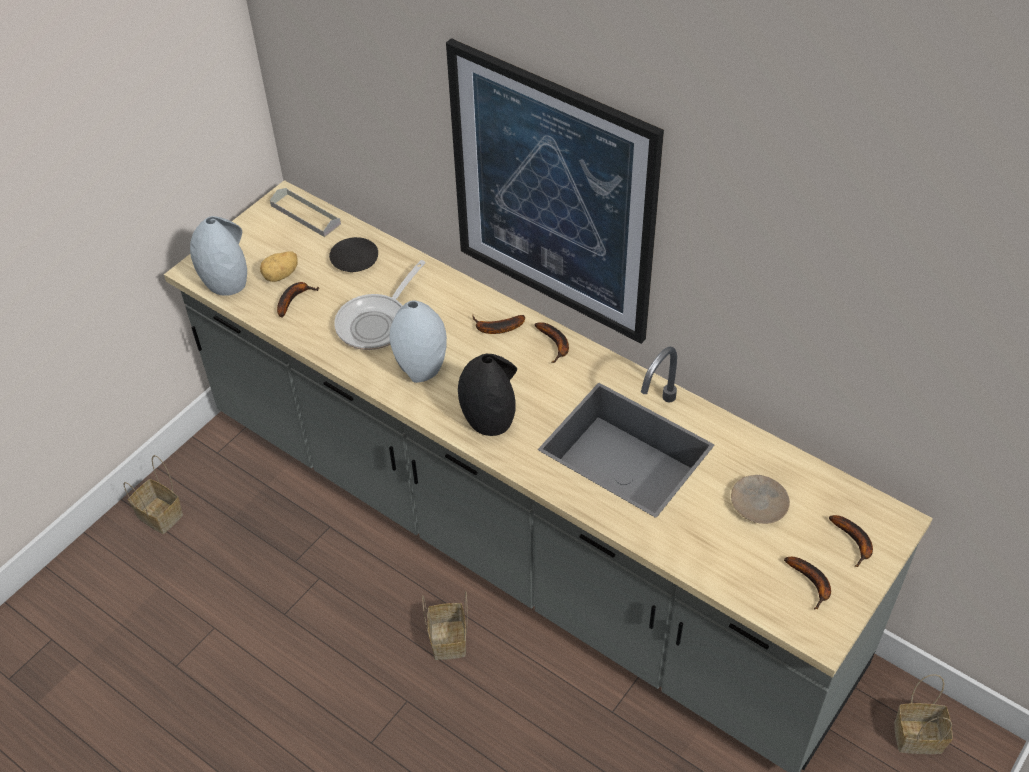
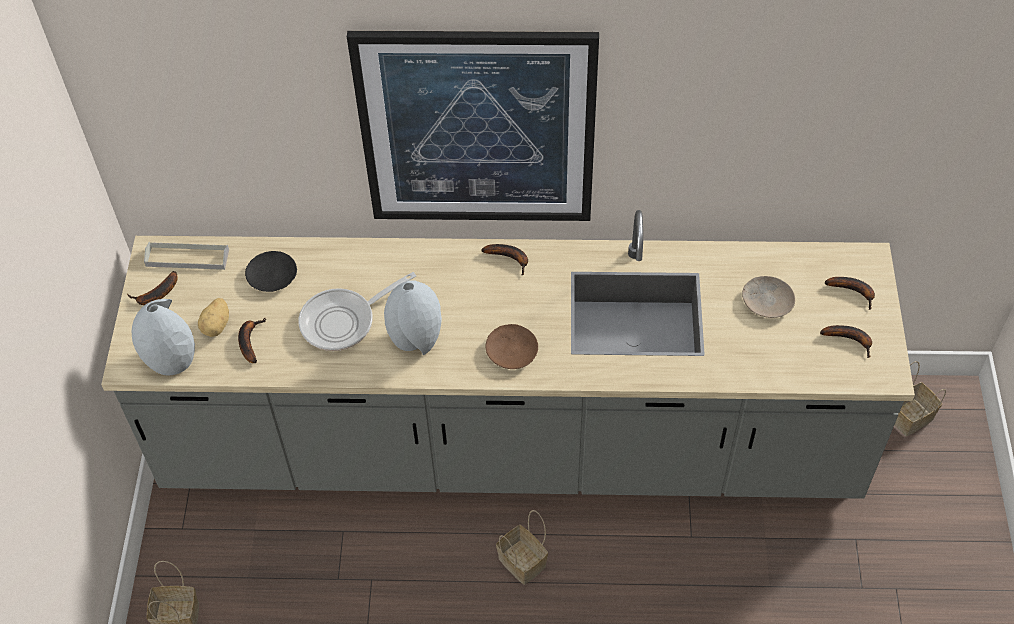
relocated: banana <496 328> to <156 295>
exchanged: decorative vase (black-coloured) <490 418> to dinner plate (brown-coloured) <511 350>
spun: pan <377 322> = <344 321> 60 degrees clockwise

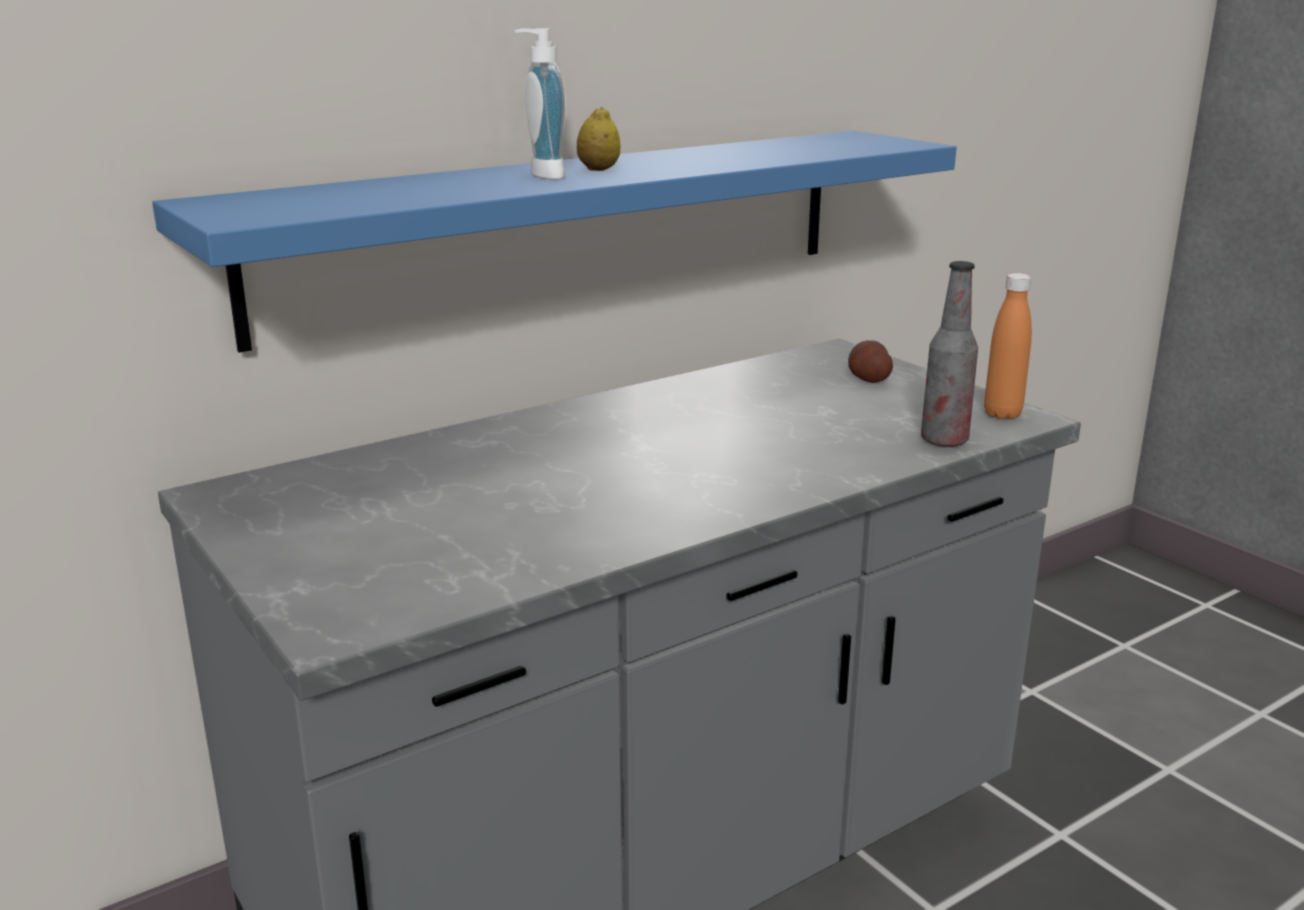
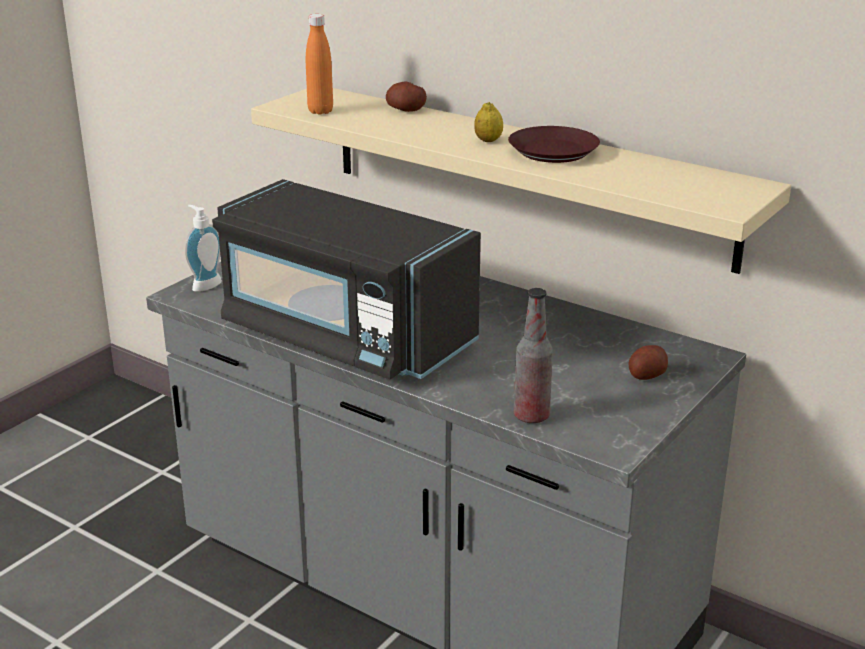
appeared: microwave (black-coloured) <344 336>; spud <406 110>; dinner plate (brown-coloured) <552 151>
relocated: soap bottle <541 176> to <204 284>; drink bottle (orangey) <1002 414> to <320 111>
colour: shelf (bluish) <566 228> to shelf (beige-coloured) <525 173>

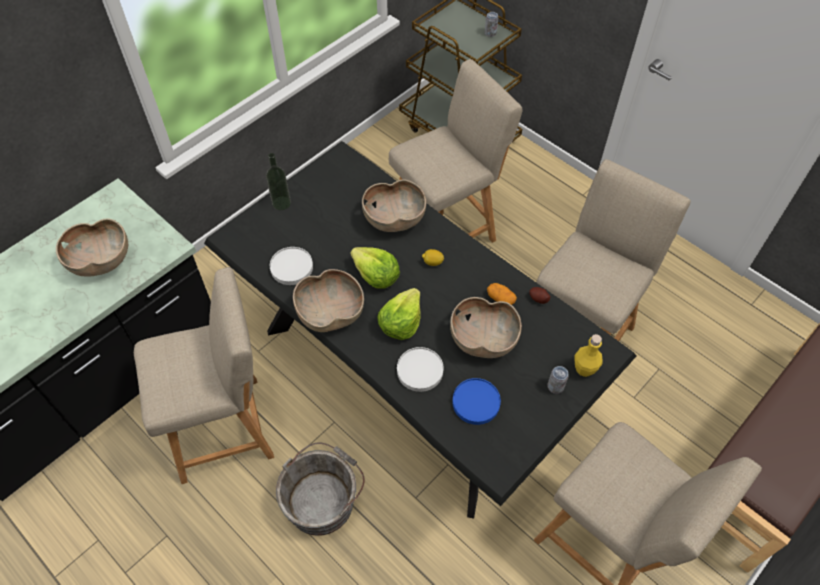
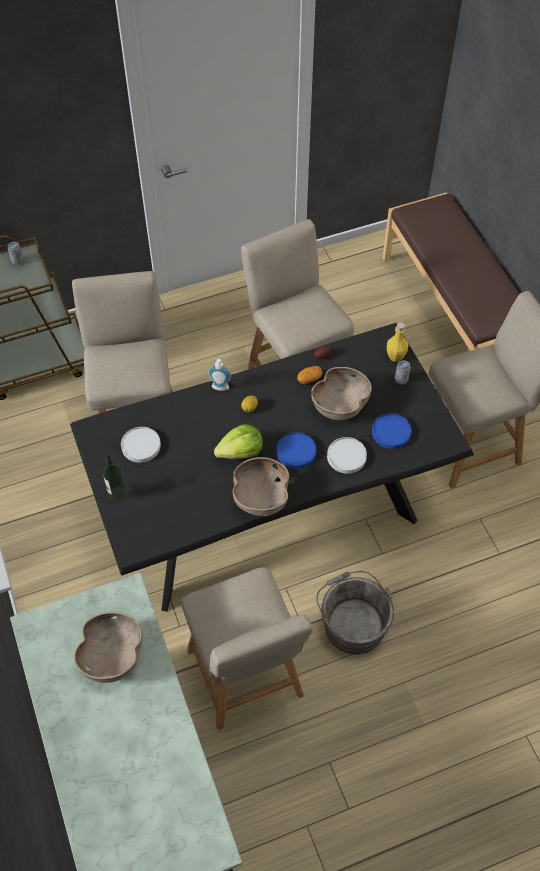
missing: bowl (brown-coloured) <394 219>
appeared: soap bottle <220 388>
relocated: dinner plate (whitish) <291 267> to <140 446>
exchanged: lettuce head <401 322> to dinner plate (bluish) <296 452>
spun: plain chair (beige-coloured) <227 427> = <247 678> 150 degrees clockwise

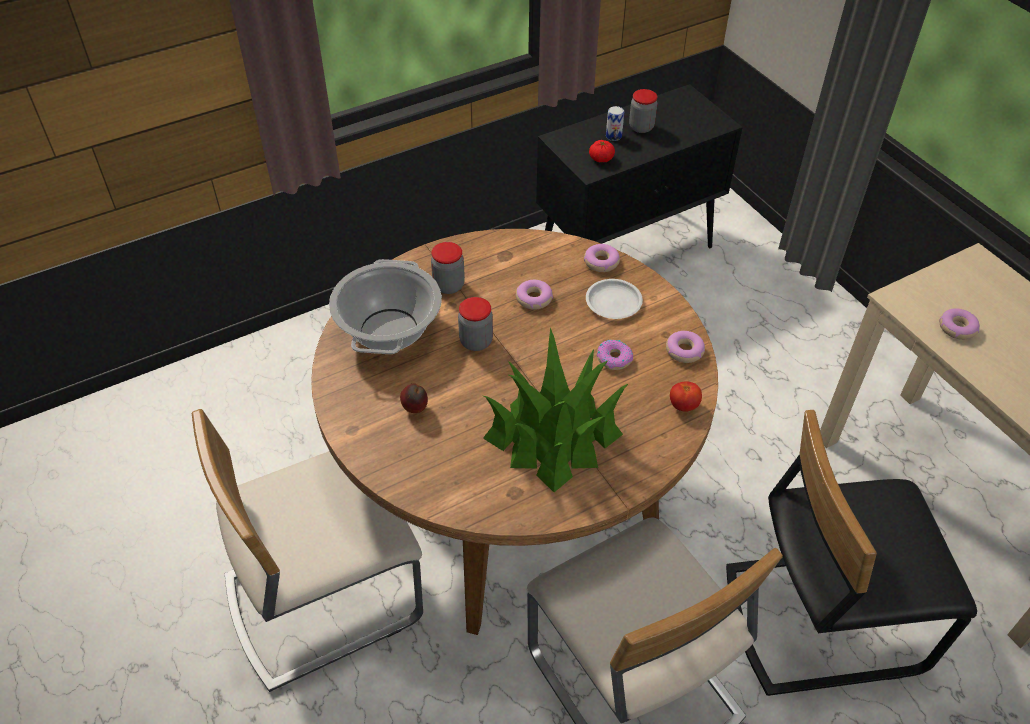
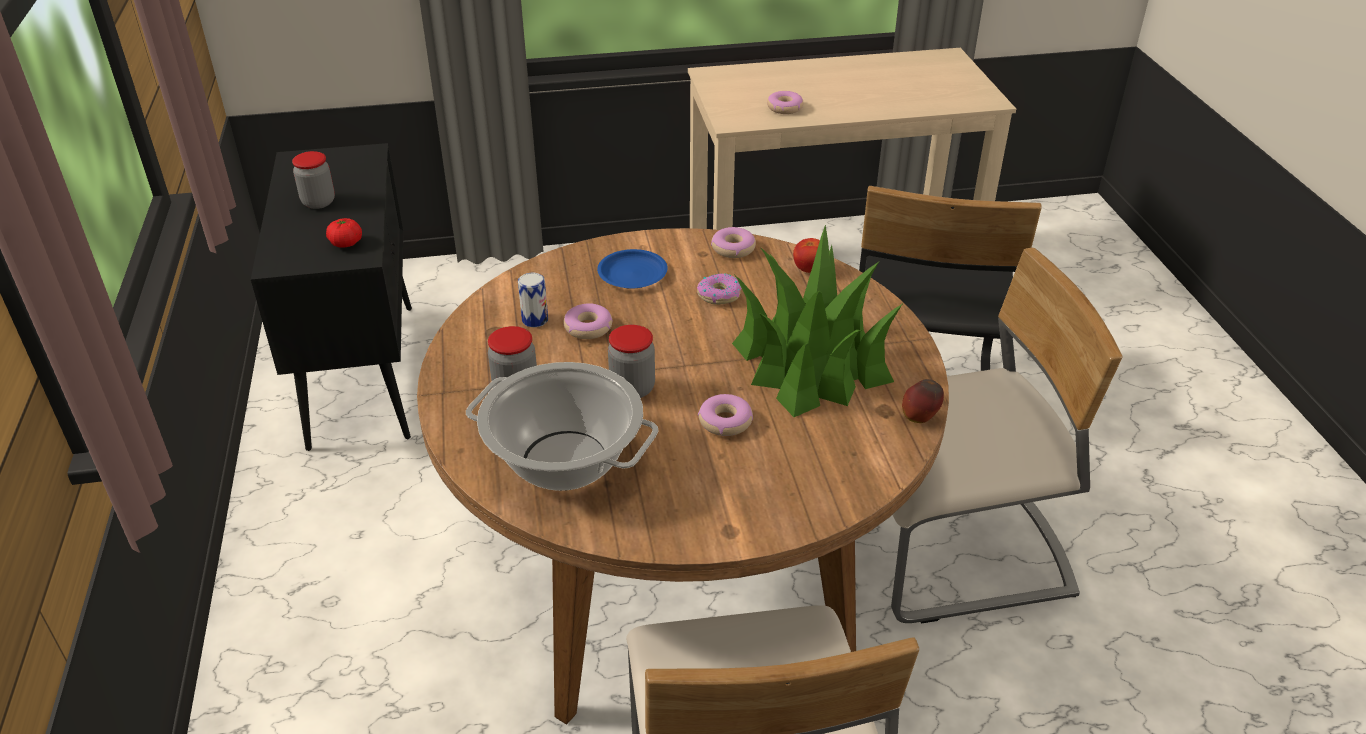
relocated: metal can <613 136> to <535 320>; ring doughnut <601 262> to <725 421>; whole apple <415 409> to <920 418>
colour: dinner plate (whitish) <613 302> to dinner plate (bluish) <633 274>

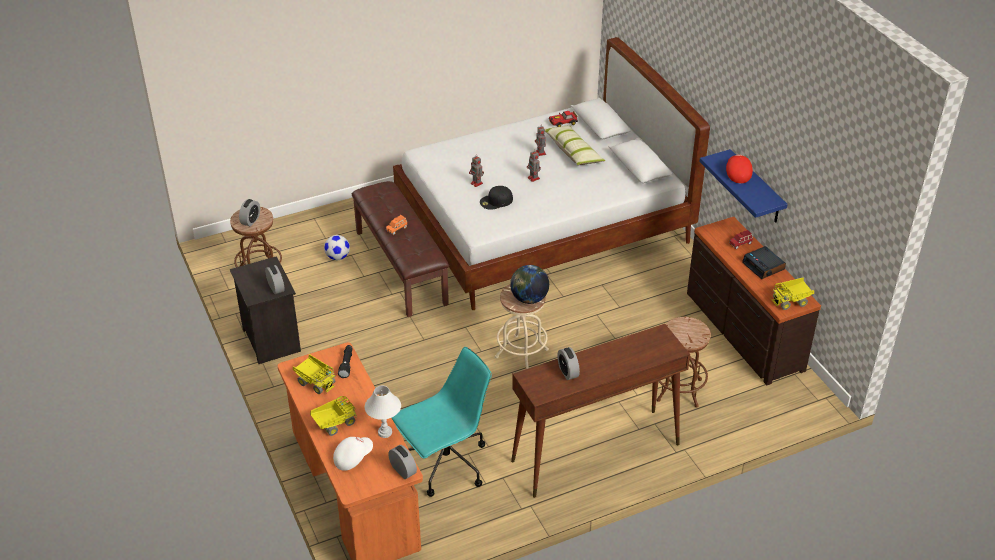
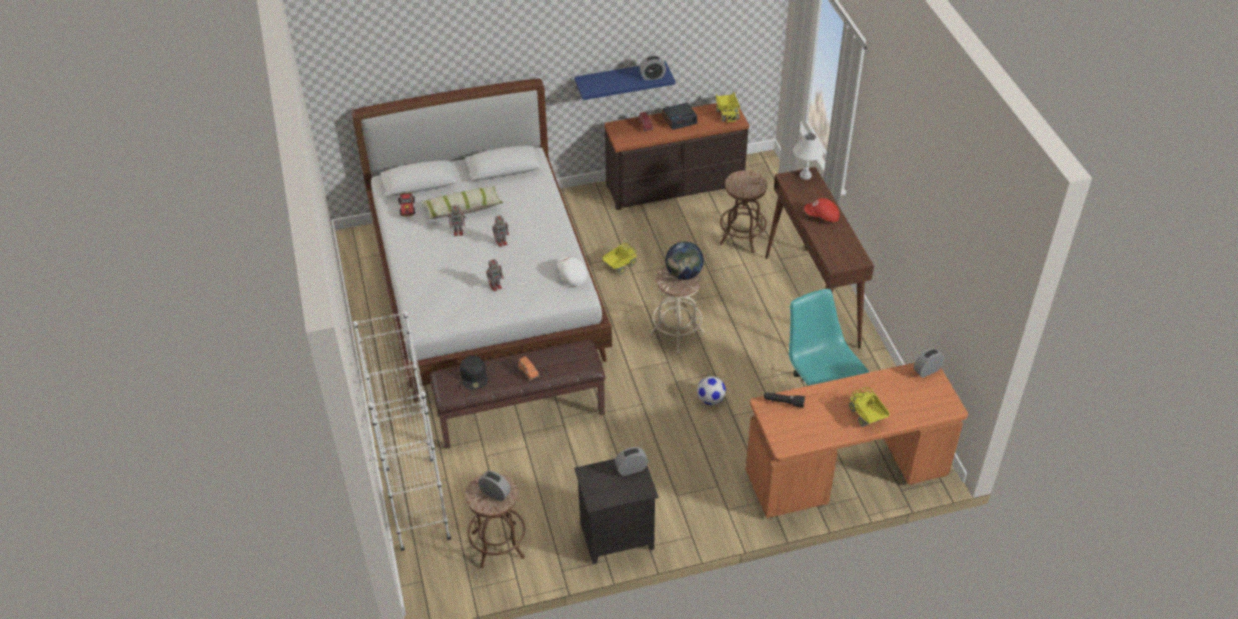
appeared: bookshelf (whitish) <417 504>
relocated: baseball cap (black-coloured) <496 201> to <474 375>; baseball cap (whitish) <352 457> to <571 275>; toy truck <316 382> to <620 265>; table clock <568 372> to <652 76>; ball for football <338 257> to <710 400>; table lamp (whitish) <384 432> to <805 176>; baseball cap (red) <737 173> to <822 216>

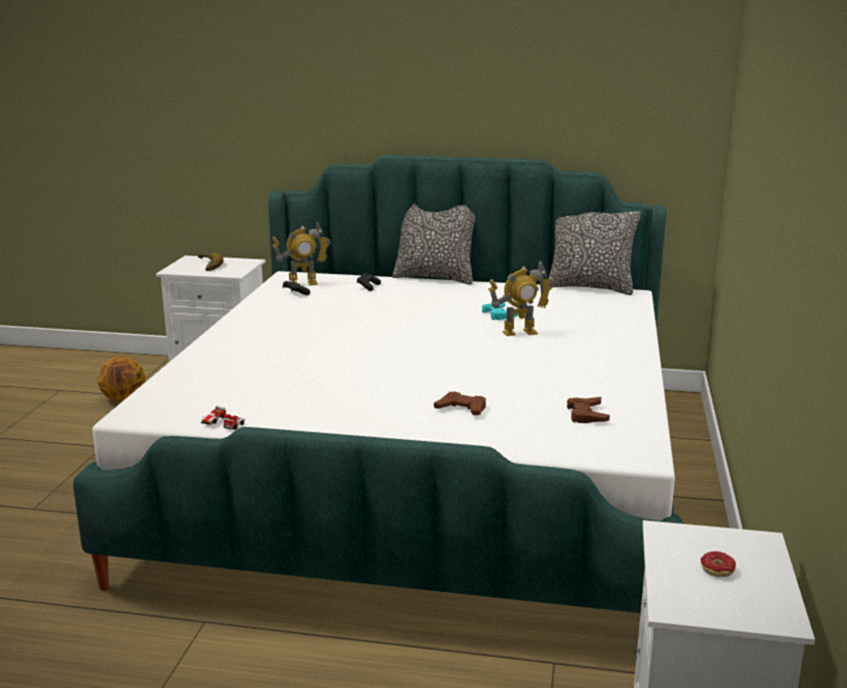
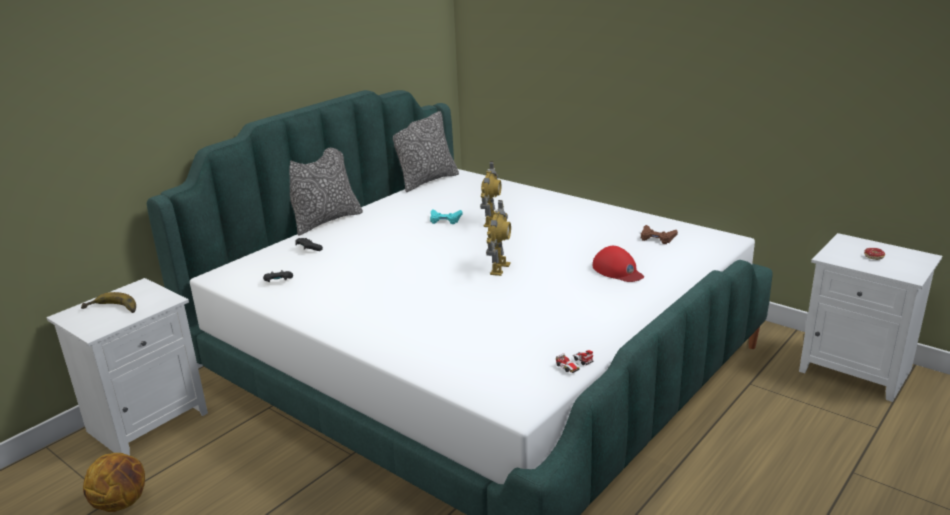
relocated: robot figure <303 283> to <499 268>
exchanged: gamepad (brown-coloured) <461 409> to baseball cap (red) <618 271>

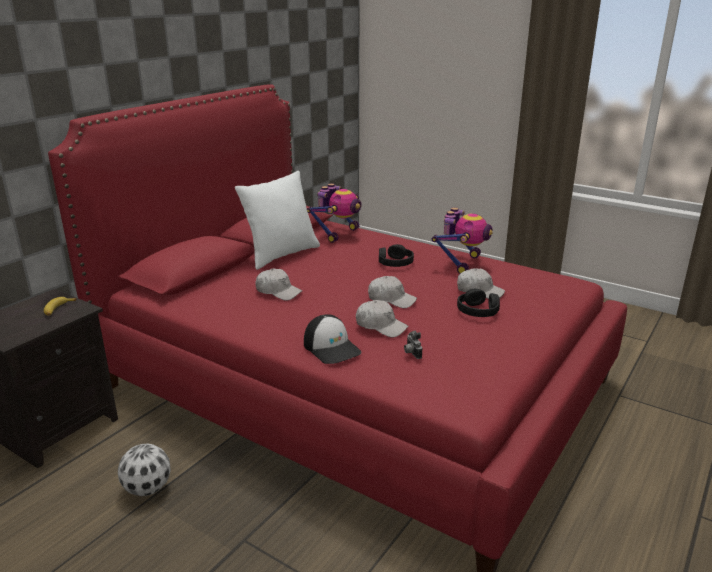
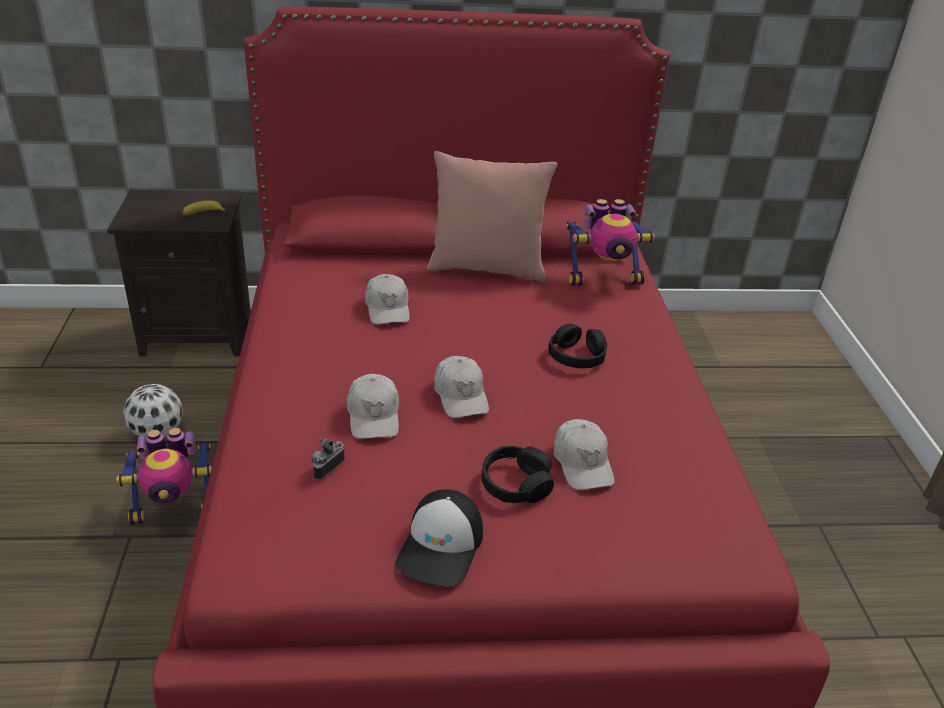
relocated: robot figure <461 263> to <174 509>; baseball cap <332 347> to <441 547>
colour: cushion (whitish) <281 255> to cushion (pink) <487 268>

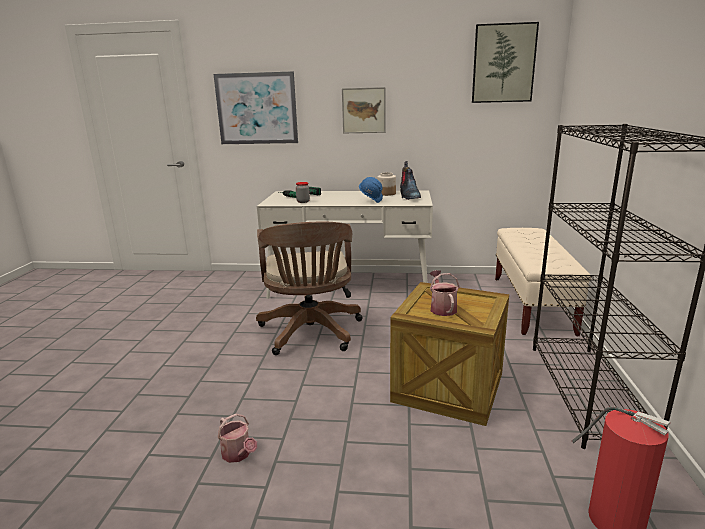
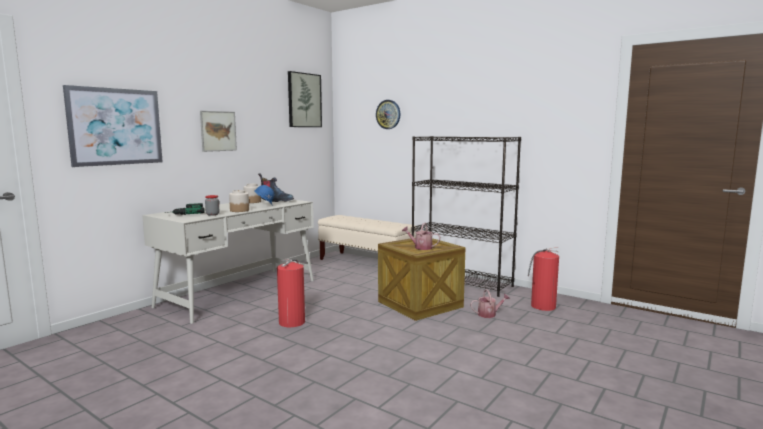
appeared: preserve jar <239 210>; wall clock <388 114>
relocated: sprinkling can <238 454> to <489 314>
exchanged: office chair (brown-coloured) <311 334> to extinguisher <292 321>

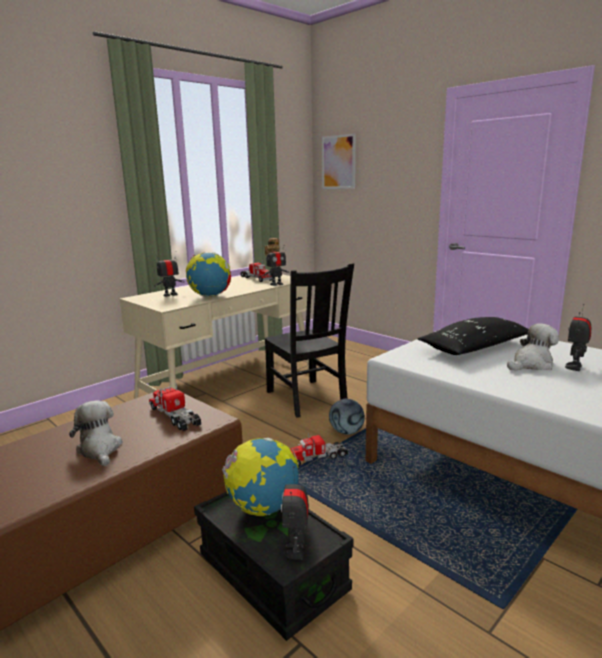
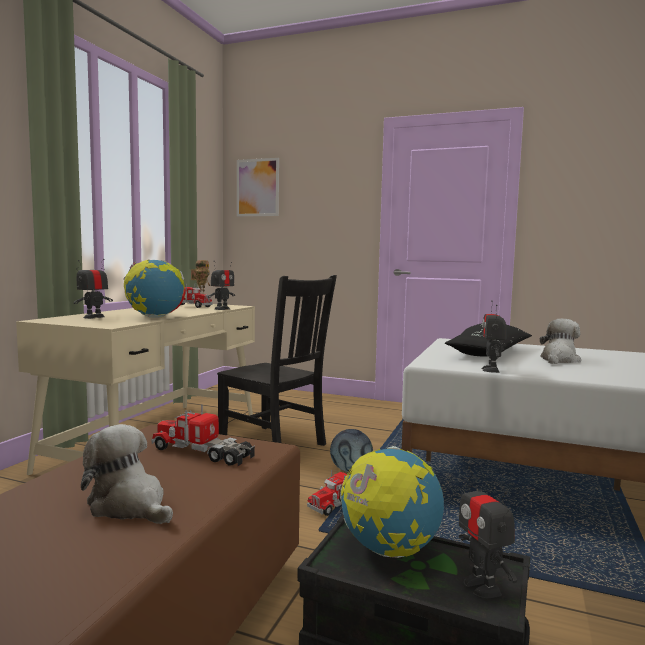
relocated: robot figure <574 367> to <491 370>

